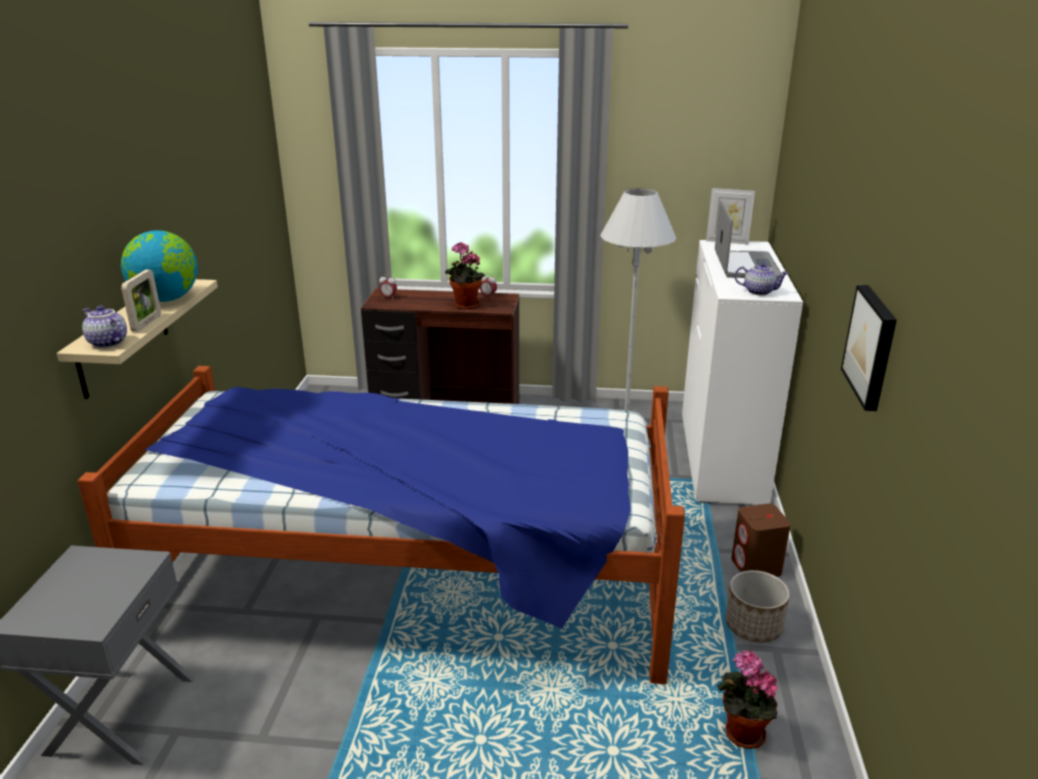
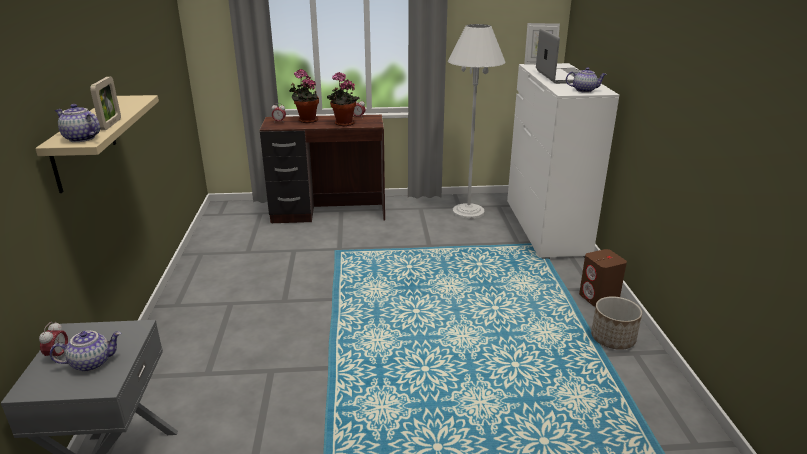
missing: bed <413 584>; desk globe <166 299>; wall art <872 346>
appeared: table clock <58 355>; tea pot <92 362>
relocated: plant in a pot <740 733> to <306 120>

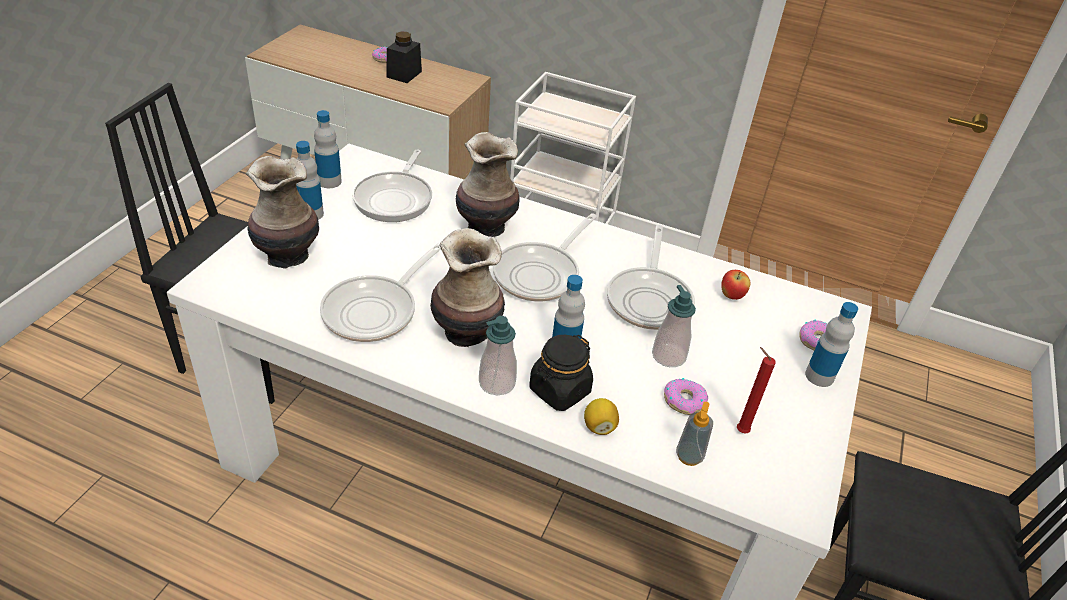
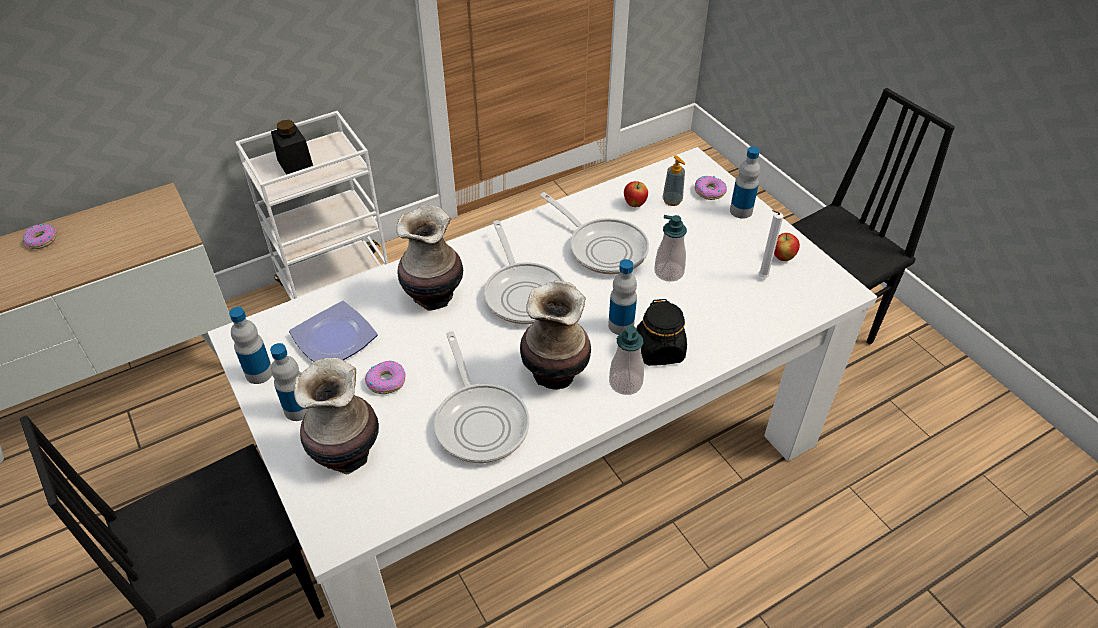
missing: whole lemon <599 426>
appeared: whole apple <783 257>
relocated: preserve jar (black-coloured) <404 74> to <295 164>; ring doughnut <684 401> to <386 381>; soap bottle <689 456> to <672 201>
exchanged: pan <395 198> to dinner plate <335 337>
colour: wax light (red) <739 430> to wax light (whitish) <761 278>

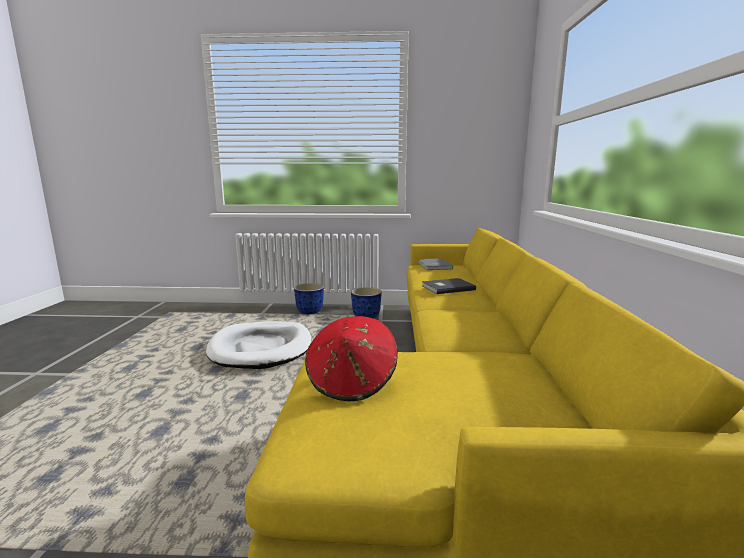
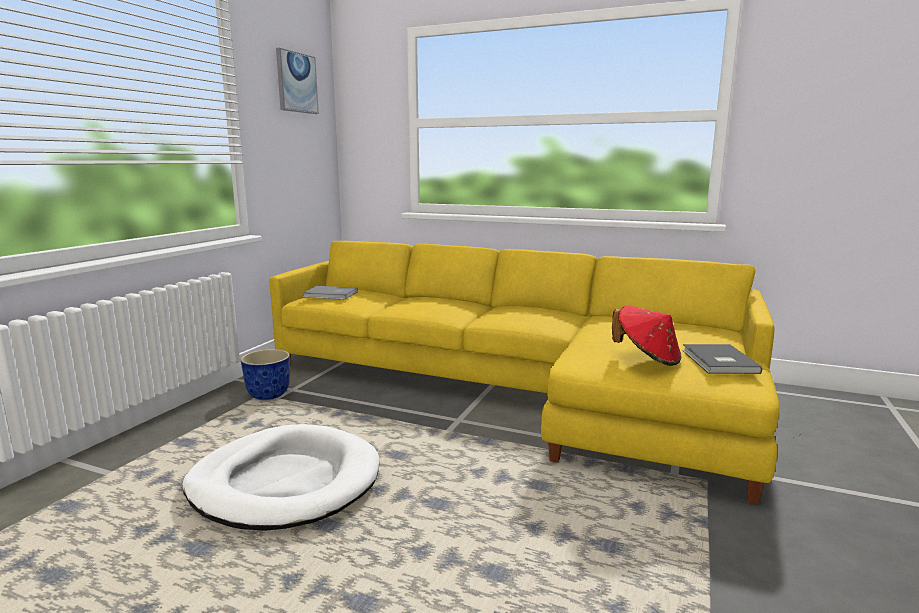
missing: plant pot <309 312>
appeared: wall art <296 82>
relocated: volume (greyish) <447 287> to <718 362>

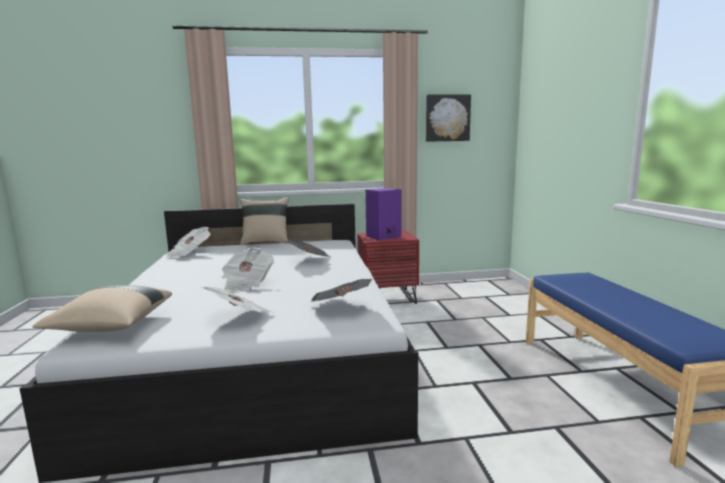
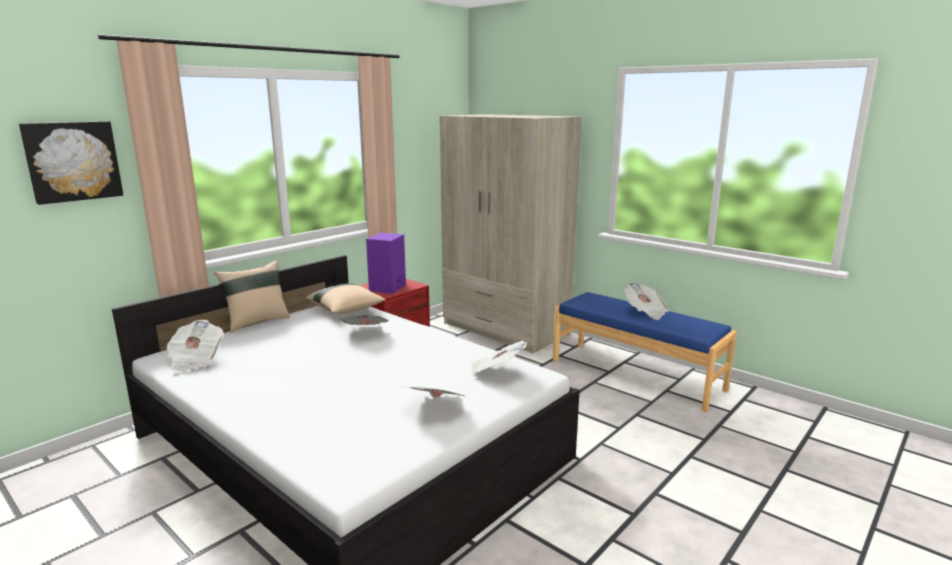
appeared: wardrobe (beige-coloured) <505 329>
relocated: wall art <447 118> to <72 161>; cushion (beige-coloured) <111 326> to <346 310>; printed paper <246 283> to <645 312>

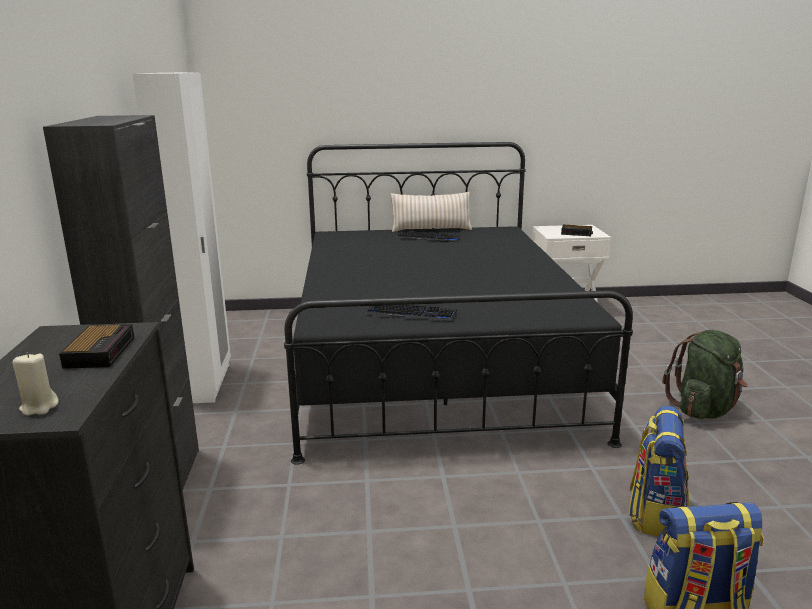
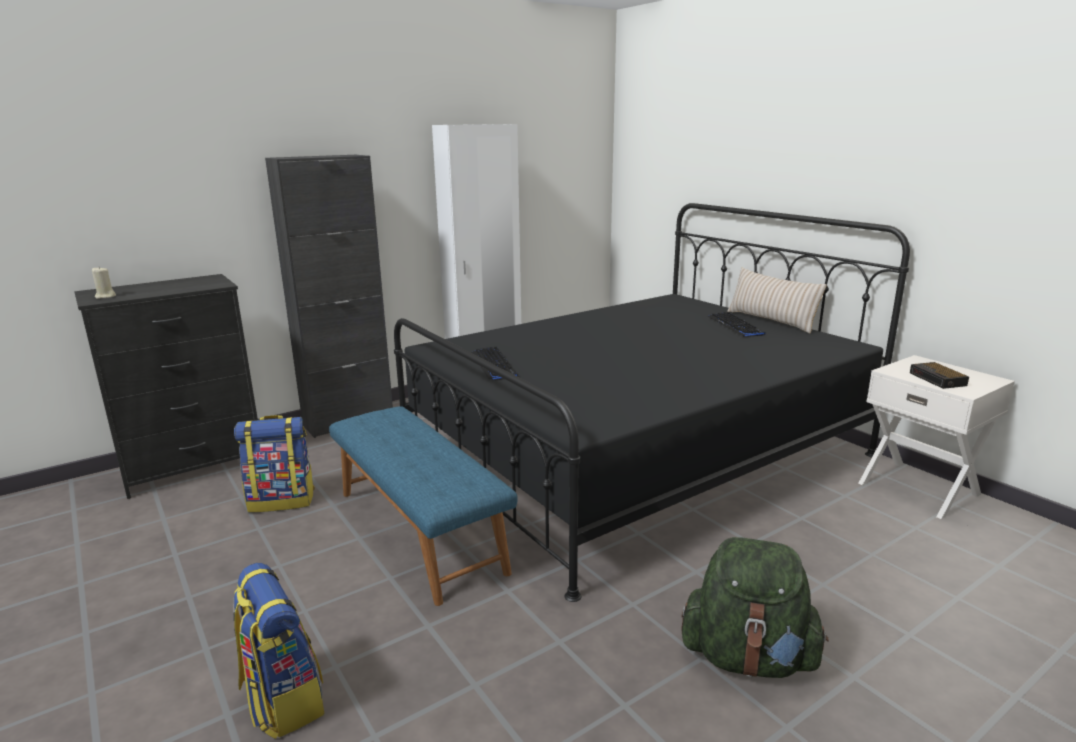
missing: table clock <100 351>
appeared: long seat (bluish) <420 530>
relocated: backpack <655 514> to <282 500>

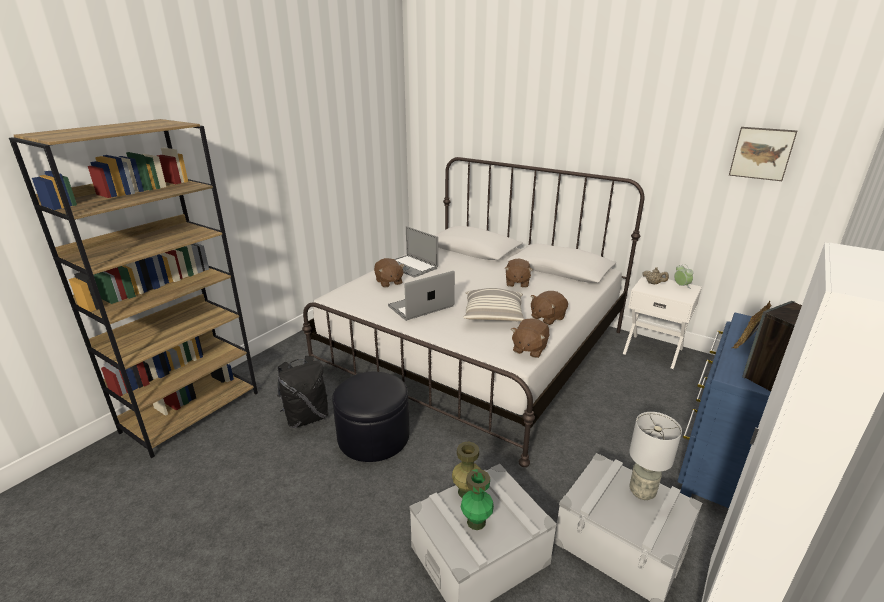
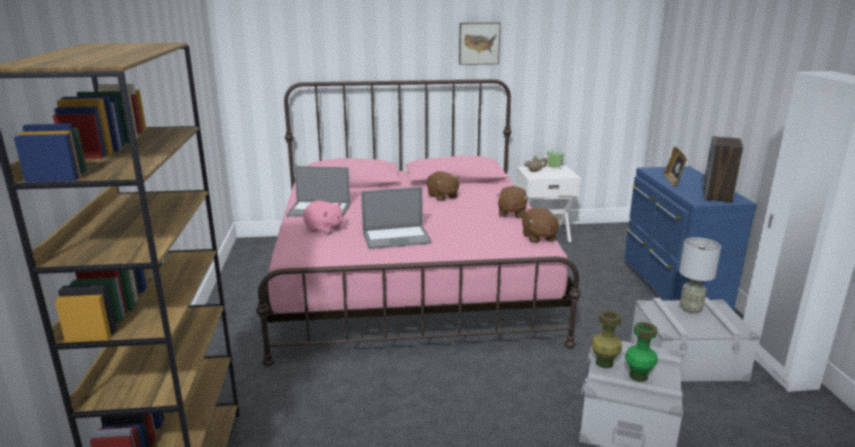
missing: backpack (black-coloured) <306 417>; ottoman (black-coloured) <374 436>; cushion <493 316>
relocated: wall art <762 153> to <479 43>
colour: bed (whitish) <474 349> to bed (pink) <410 282>; soft toy (brown-coloured) <388 282> to soft toy (pink) <324 229>
spun: portable computer <421 306> = <396 238> 120 degrees counterclockwise

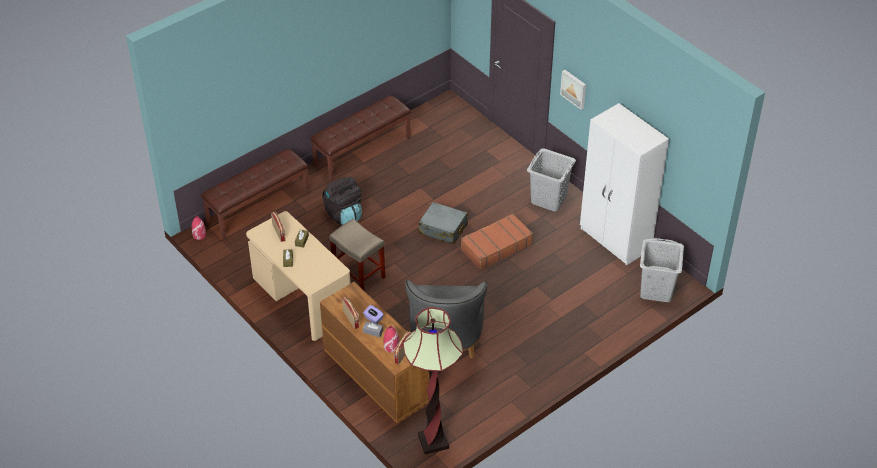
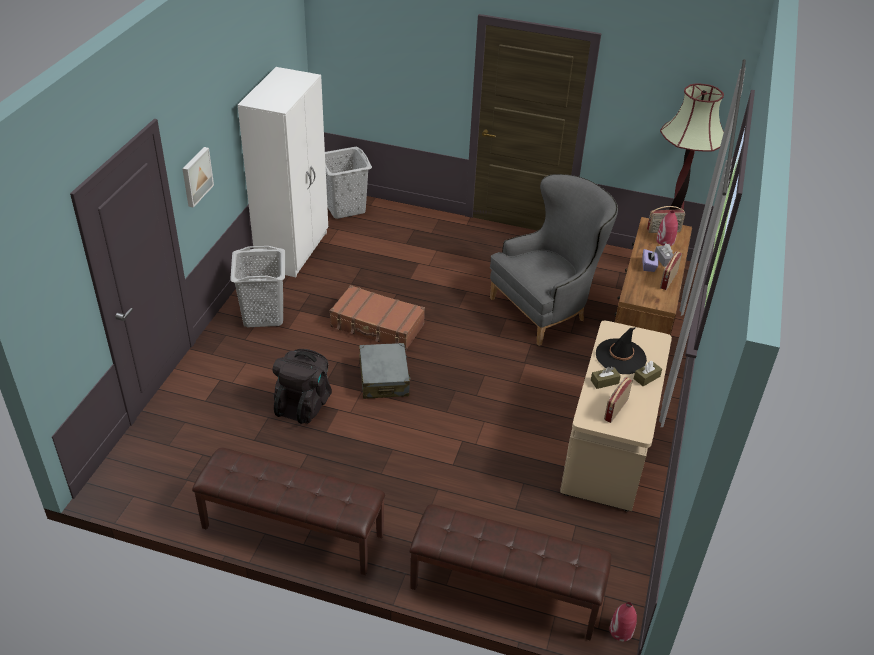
missing: sitting stool (beige-coloured) <359 275>
appeared: clothing hat (black-coloured) <620 357>
relocated: backpack (black-coloured) <344 214> to <304 404>

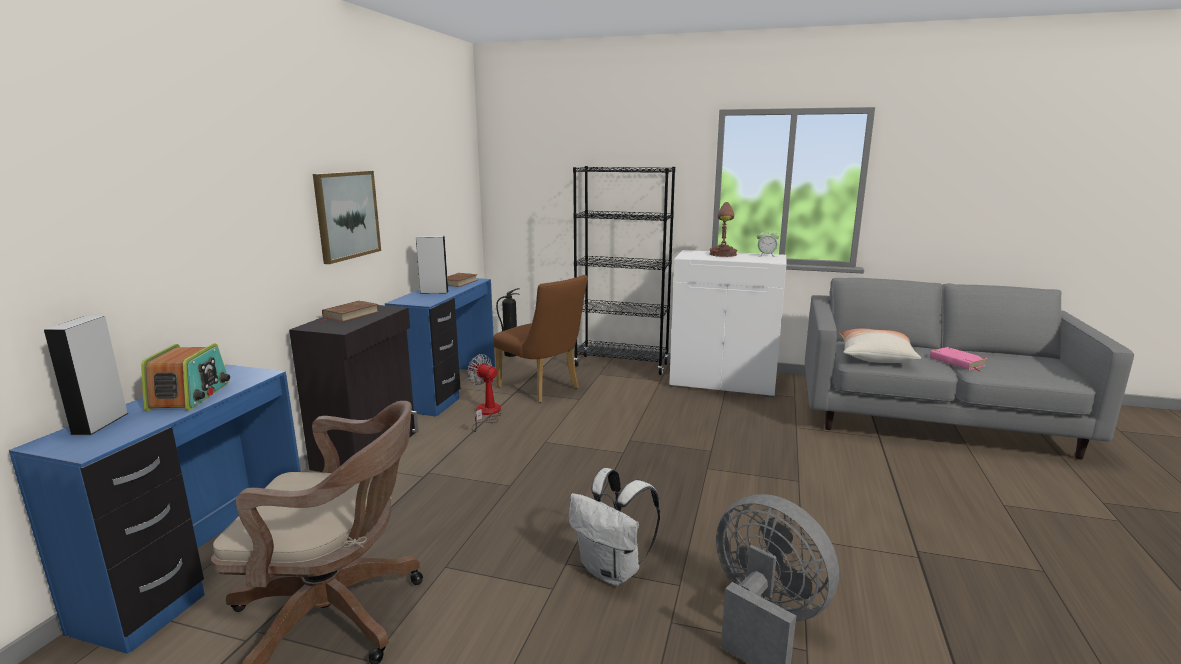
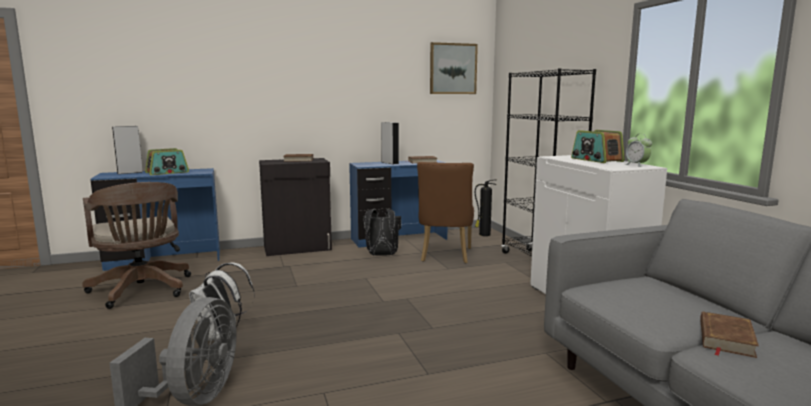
missing: cushion <875 357>
relocated: wall art <346 215> to <453 69>
exchanged: cooling fan <486 413> to backpack (black-coloured) <381 255>; table lamp (brown-coloured) <723 255> to radio <596 160>
colour: volume (pink) <957 361> to volume (brown-coloured) <725 338>

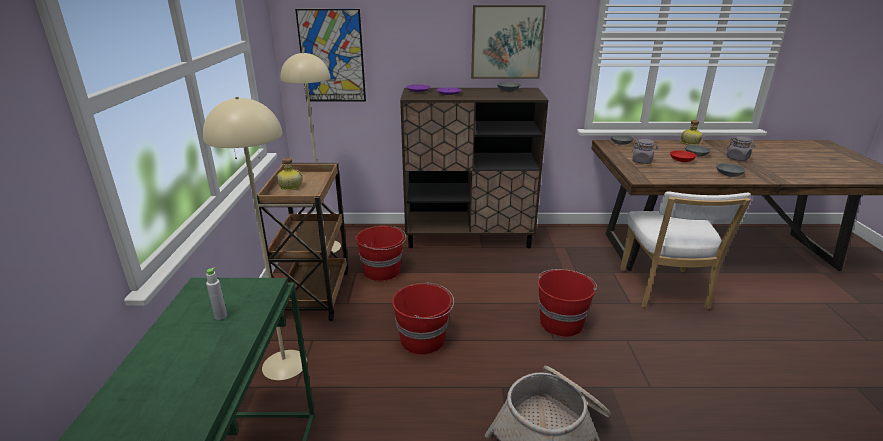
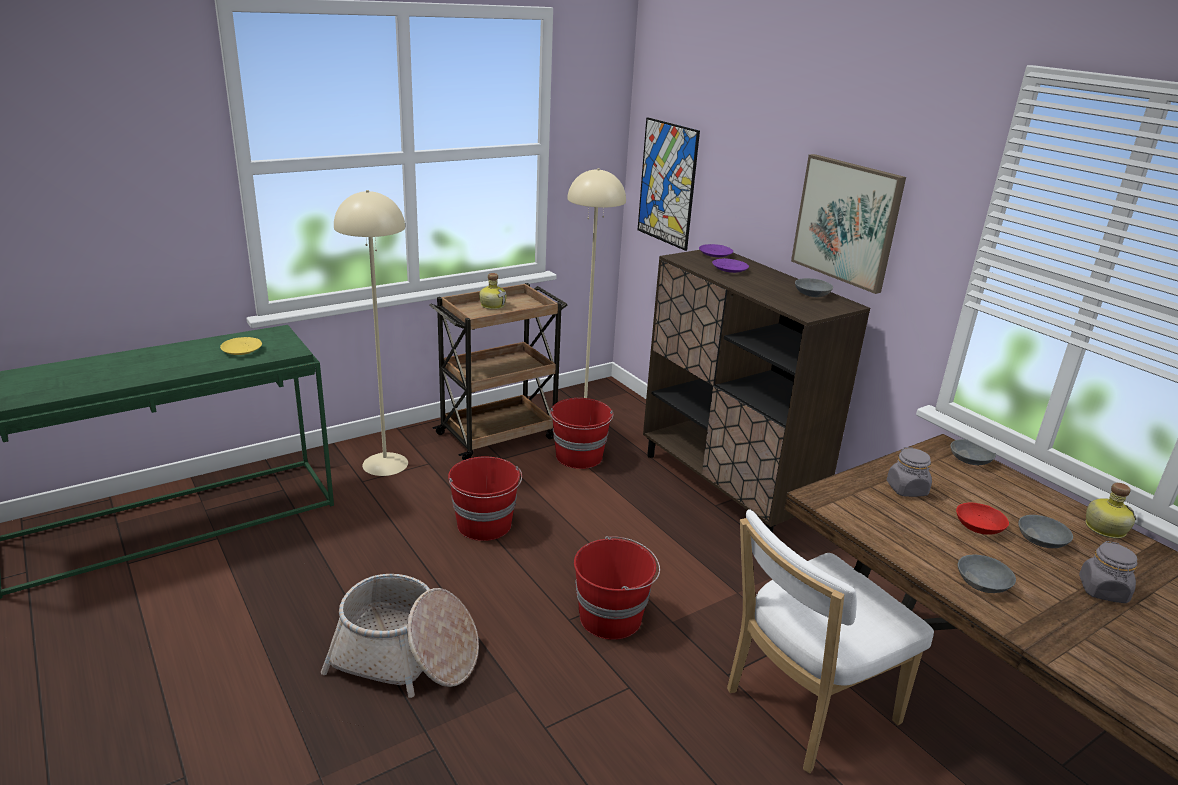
exchanged: drink bottle (greyish) <221 316> to dinner plate (yellowish) <242 350>

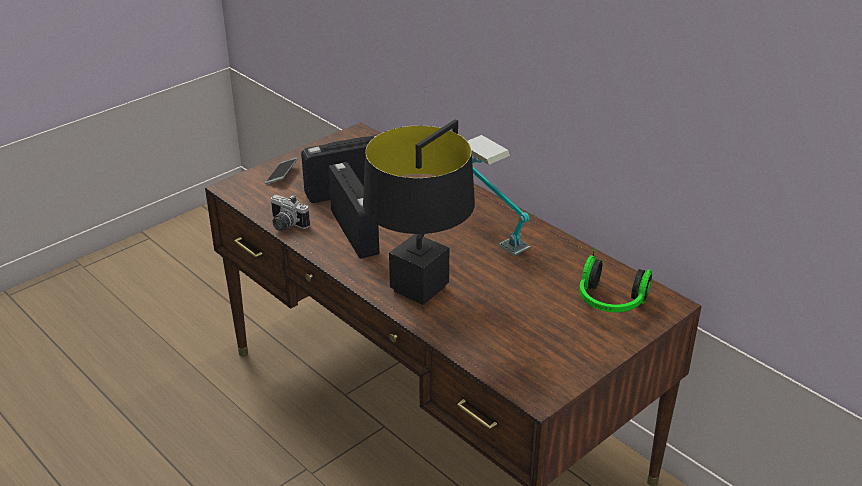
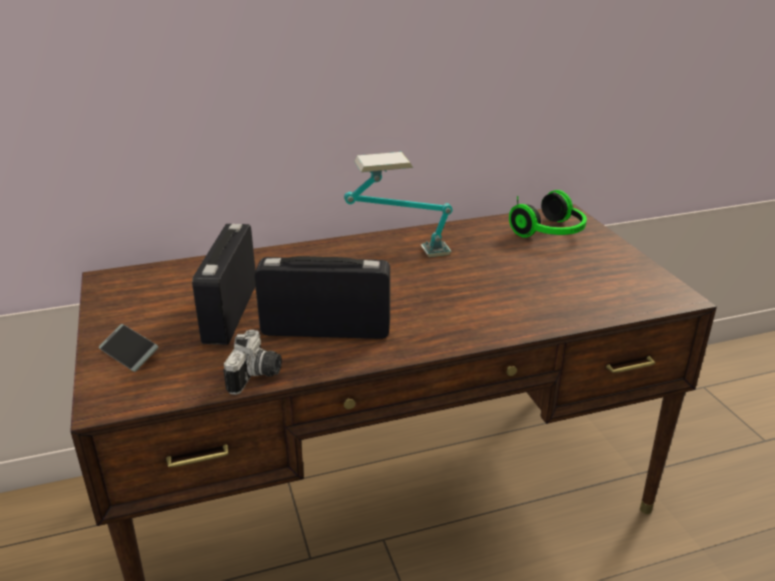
missing: table lamp (black-coloured) <420 289>
spun: still camera <285 225> = <257 376> 45 degrees counterclockwise

